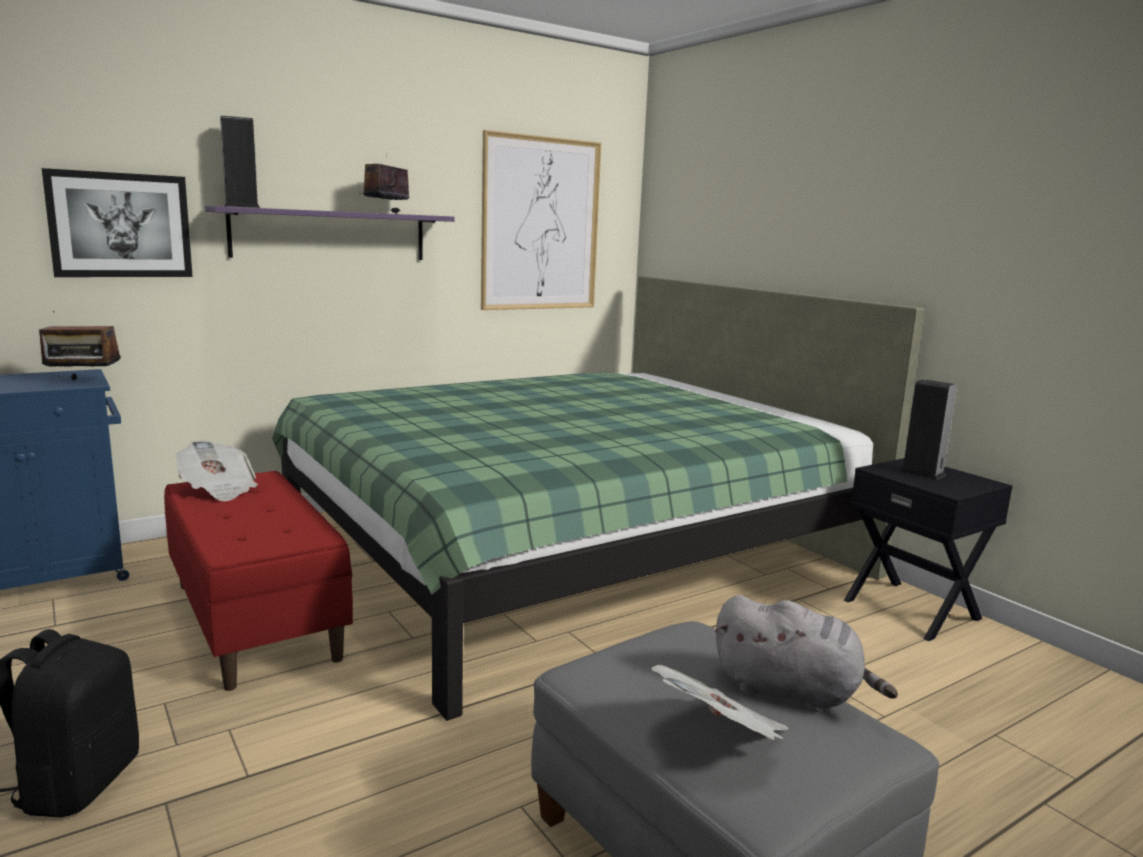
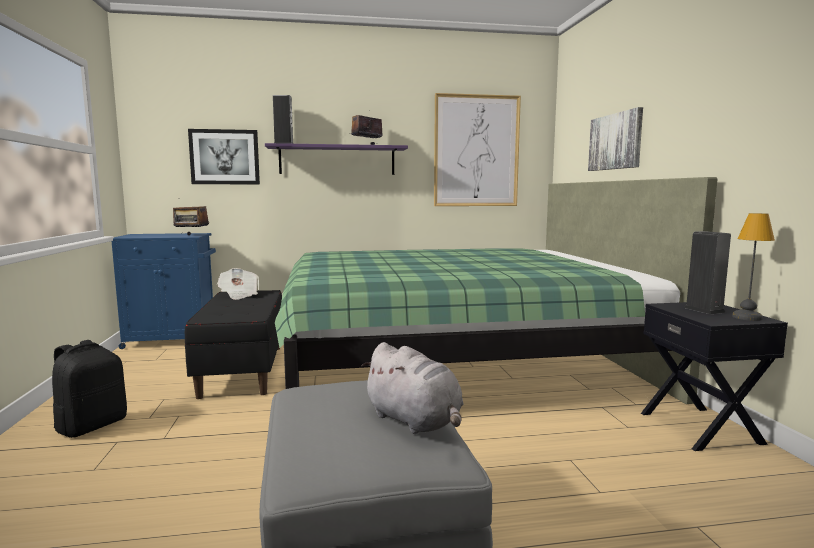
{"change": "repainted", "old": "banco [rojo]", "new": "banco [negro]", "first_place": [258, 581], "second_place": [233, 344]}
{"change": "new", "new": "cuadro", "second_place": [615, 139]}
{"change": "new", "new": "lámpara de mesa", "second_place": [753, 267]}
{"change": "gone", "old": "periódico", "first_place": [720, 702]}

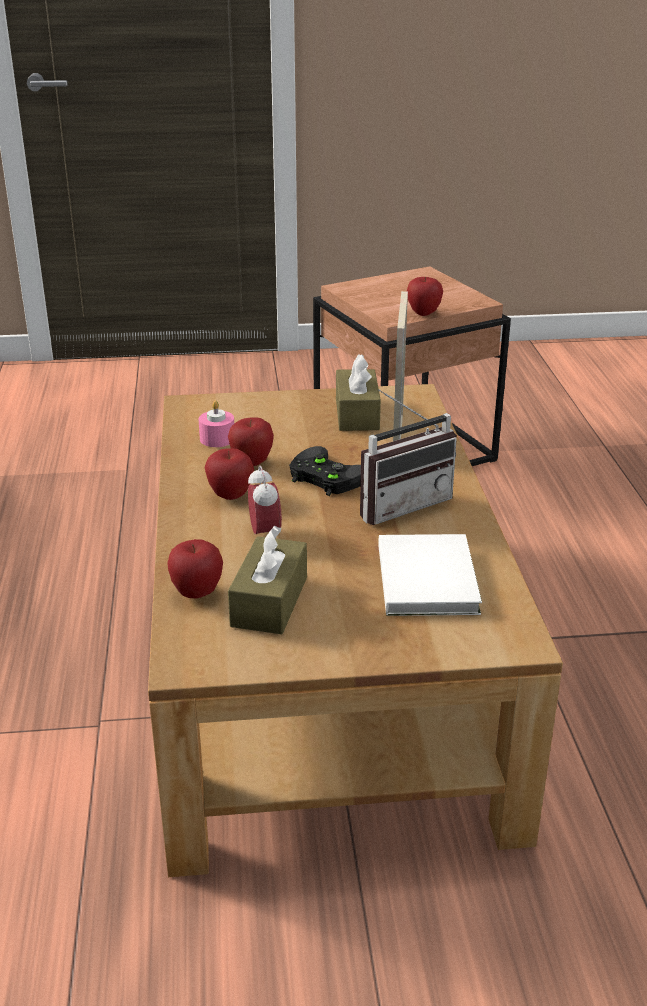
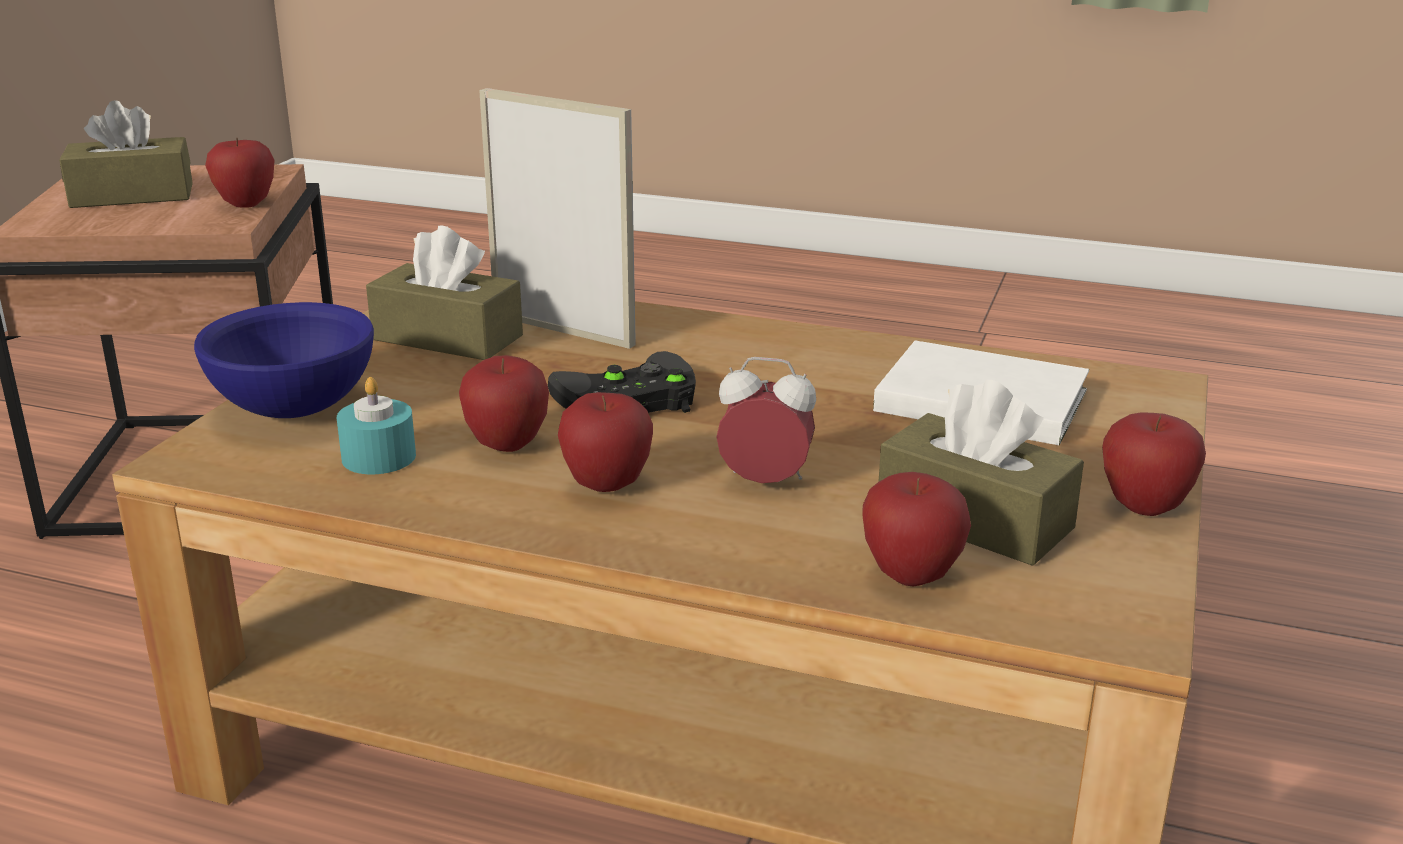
{"change": "new", "new": "caja de pañuelos [marrón]", "second_place": [126, 154]}
{"change": "new", "new": "cuenco [azul]", "second_place": [284, 360]}
{"change": "repainted", "old": "vela [rosa]", "new": "vela [turquesa]", "first_place": [216, 423], "second_place": [376, 425]}
{"change": "new", "new": "manzana", "second_place": [1154, 464]}
{"change": "gone", "old": "radio", "first_place": [408, 457]}

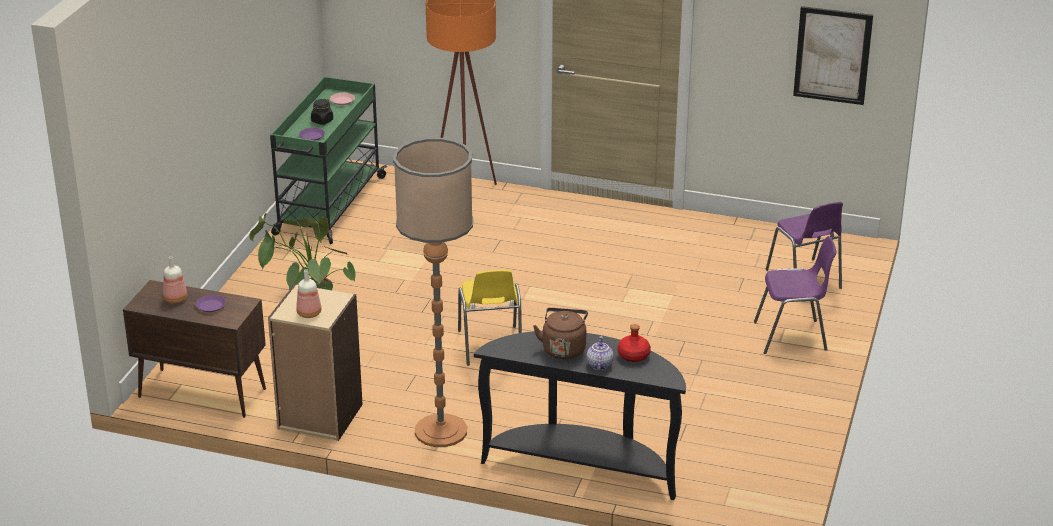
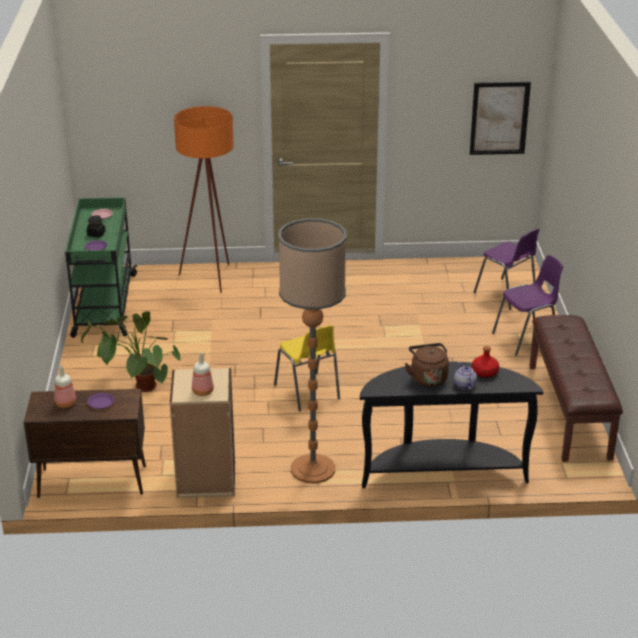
{"change": "new", "new": "banco [marrón]", "second_place": [576, 388]}

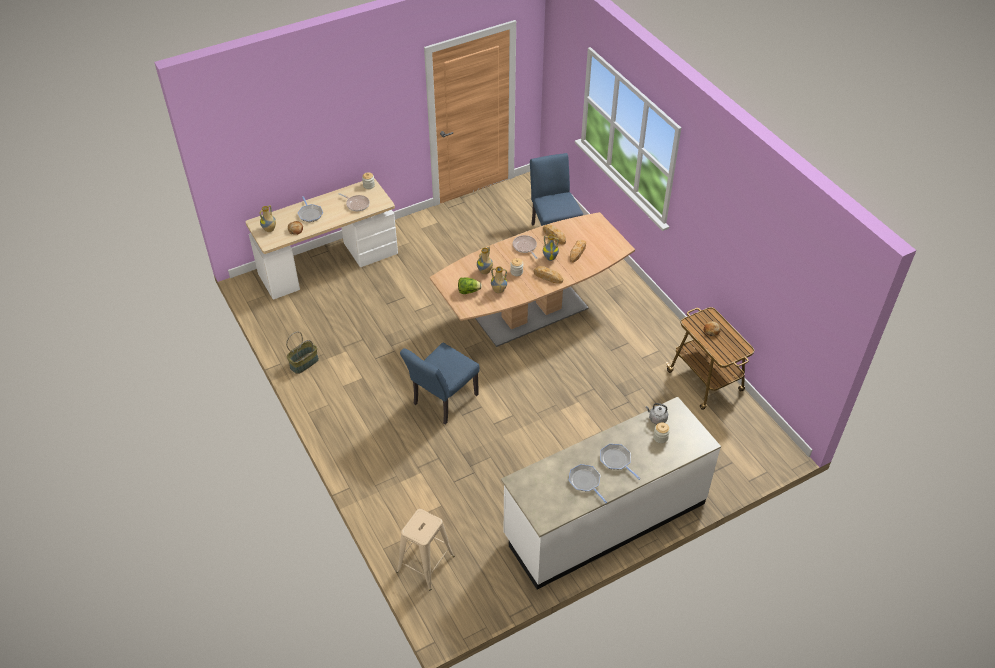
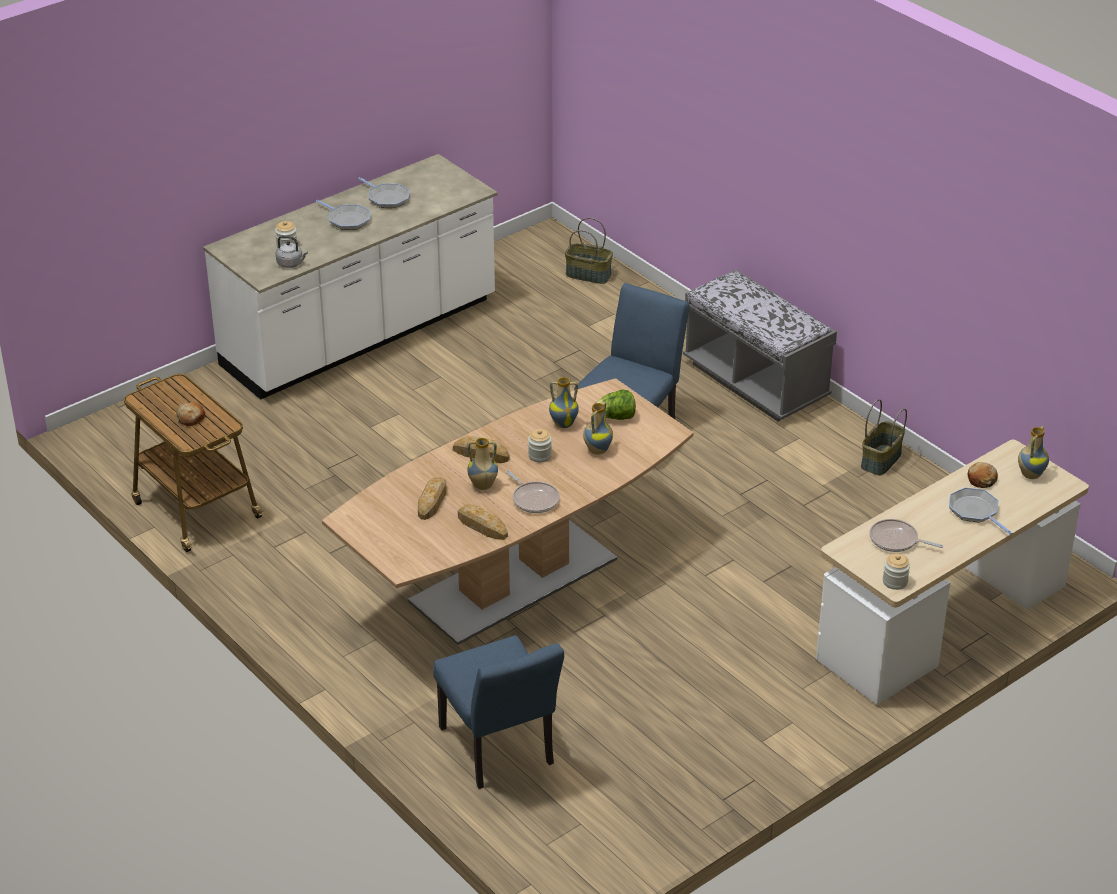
{"change": "swapped", "old": "taburete [beis]", "new": "cesta", "first_place": [425, 549], "second_place": [589, 251]}
{"change": "new", "new": "banco [gris]", "second_place": [760, 345]}

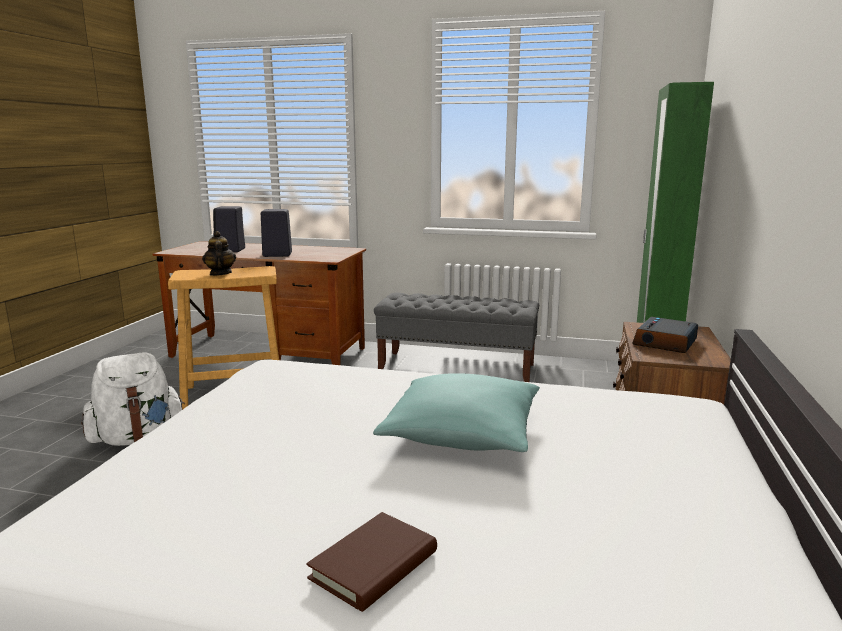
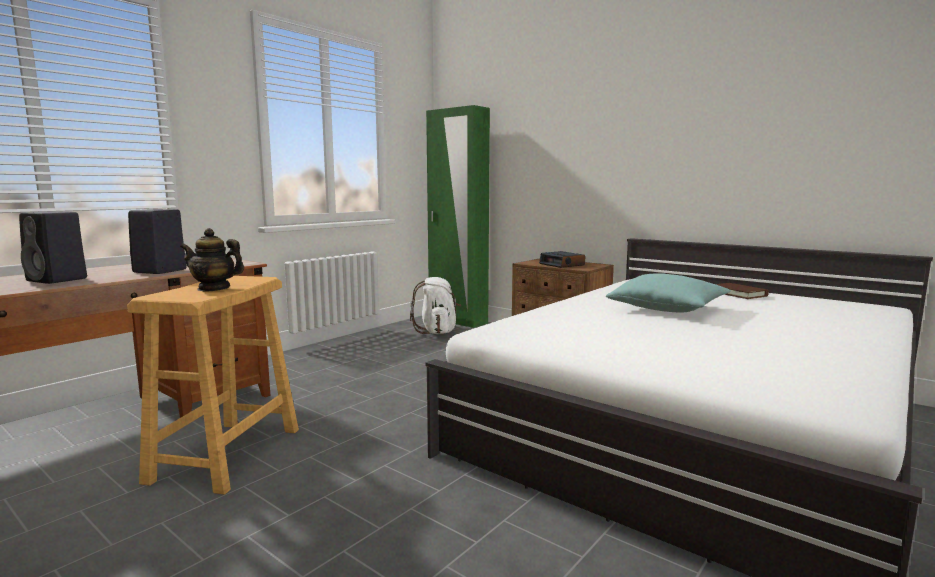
{"change": "shifted", "old": "mochila [blanco]", "first_place": [133, 399], "second_place": [435, 305]}
{"change": "shifted", "old": "libro [marrón]", "first_place": [371, 562], "second_place": [742, 291]}
{"change": "gone", "old": "banco [gris]", "first_place": [456, 337]}

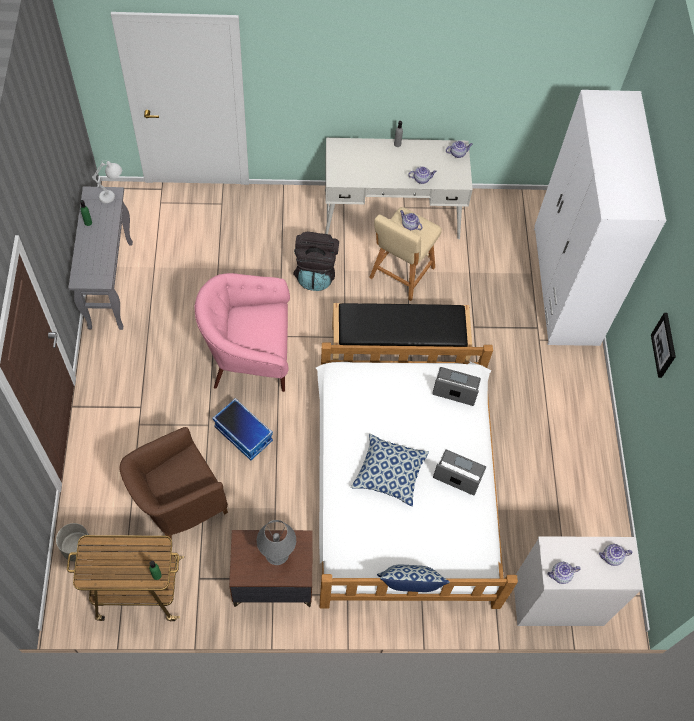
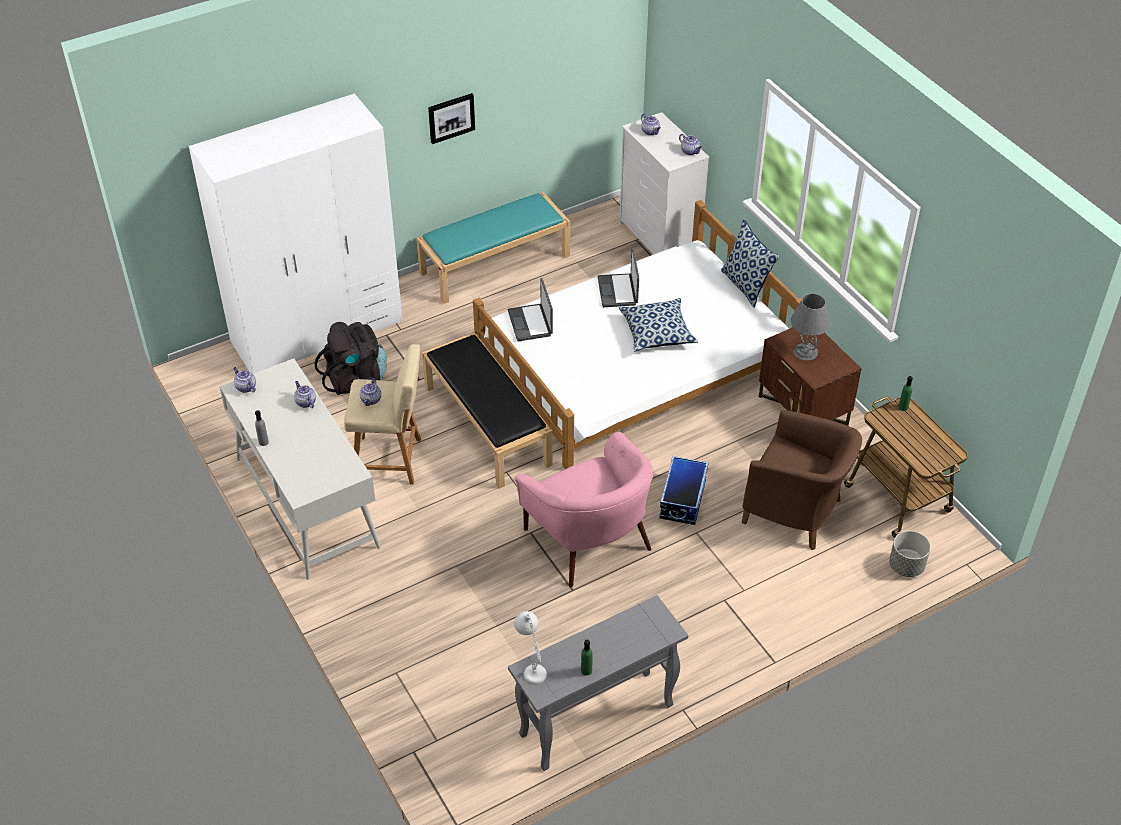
{"change": "shifted", "old": "mochila [negro]", "first_place": [316, 261], "second_place": [351, 358]}
{"change": "new", "new": "banco [turquesa]", "second_place": [493, 248]}

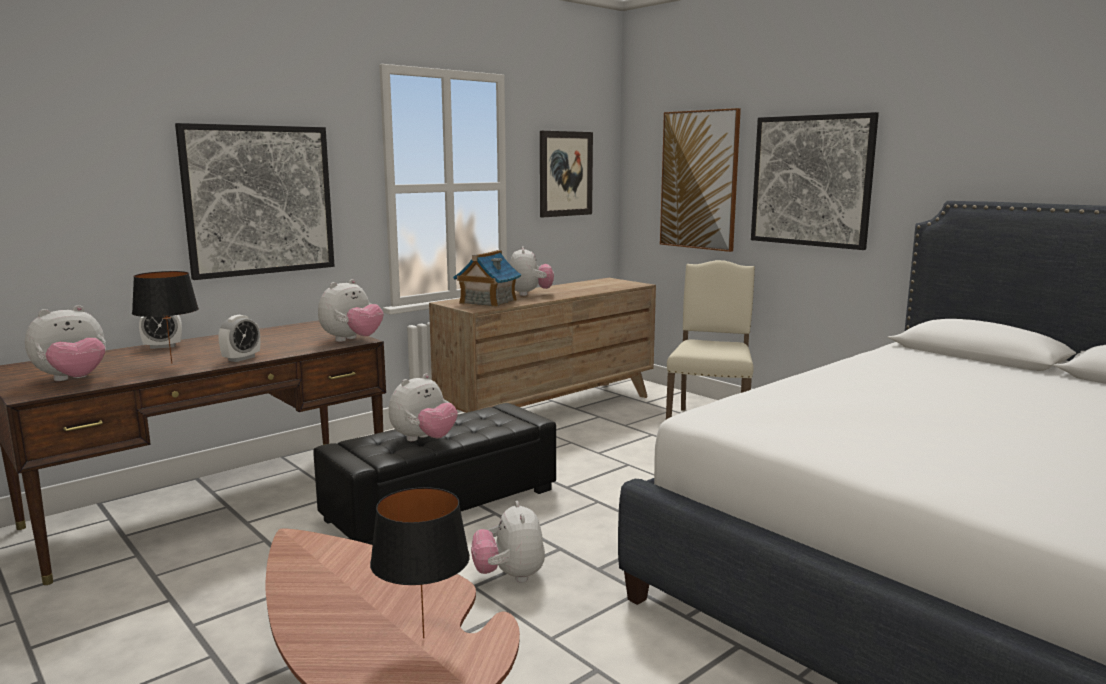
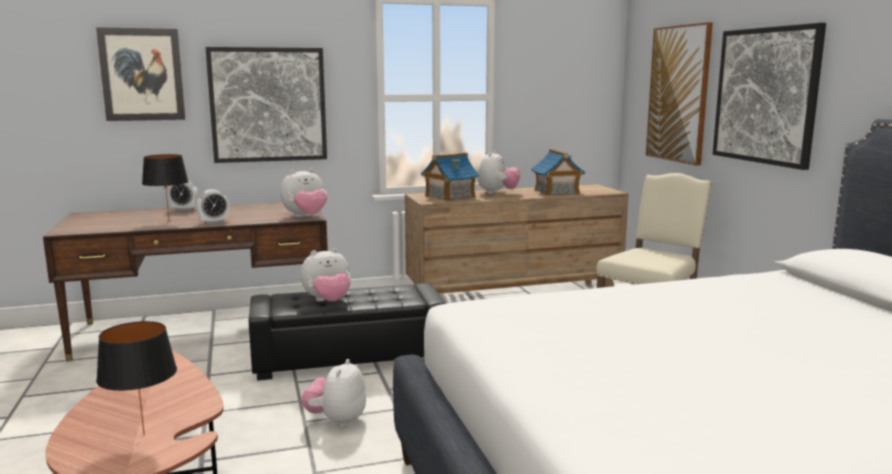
{"change": "shifted", "old": "cuadro", "first_place": [566, 174], "second_place": [140, 74]}
{"change": "new", "new": "casita", "second_place": [558, 172]}
{"change": "gone", "old": "peluche", "first_place": [65, 343]}

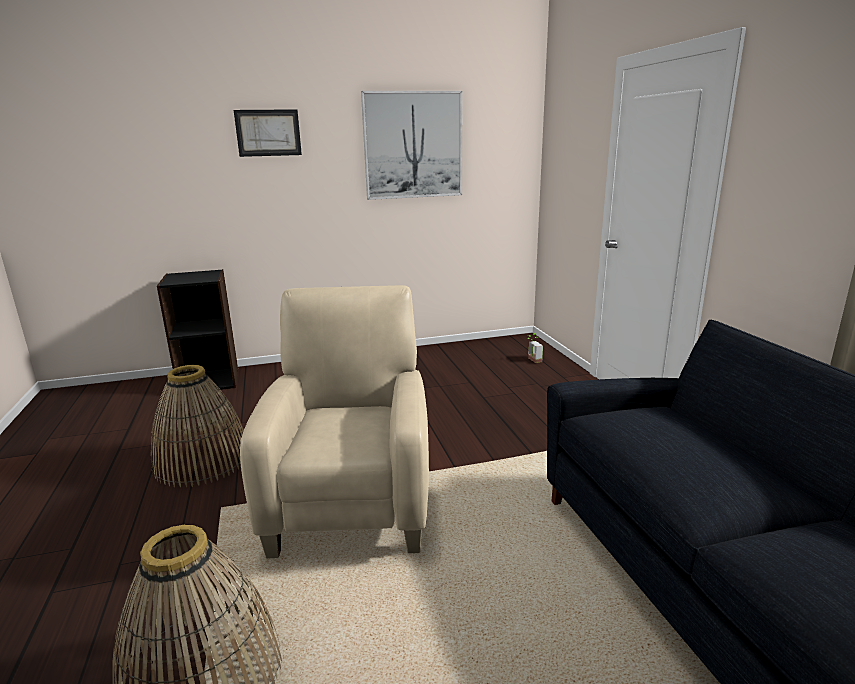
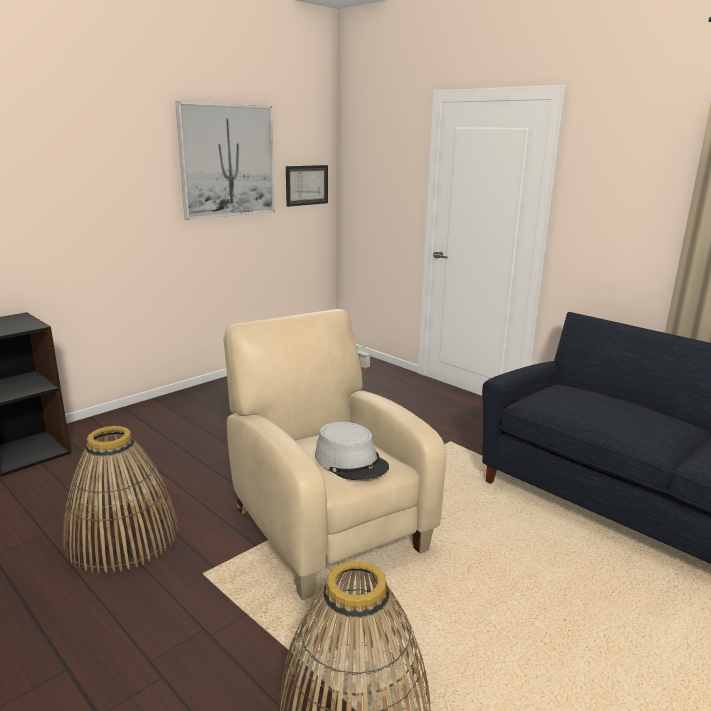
{"change": "shifted", "old": "cuadro", "first_place": [268, 133], "second_place": [307, 186]}
{"change": "new", "new": "sombrero [gris]", "second_place": [352, 451]}

